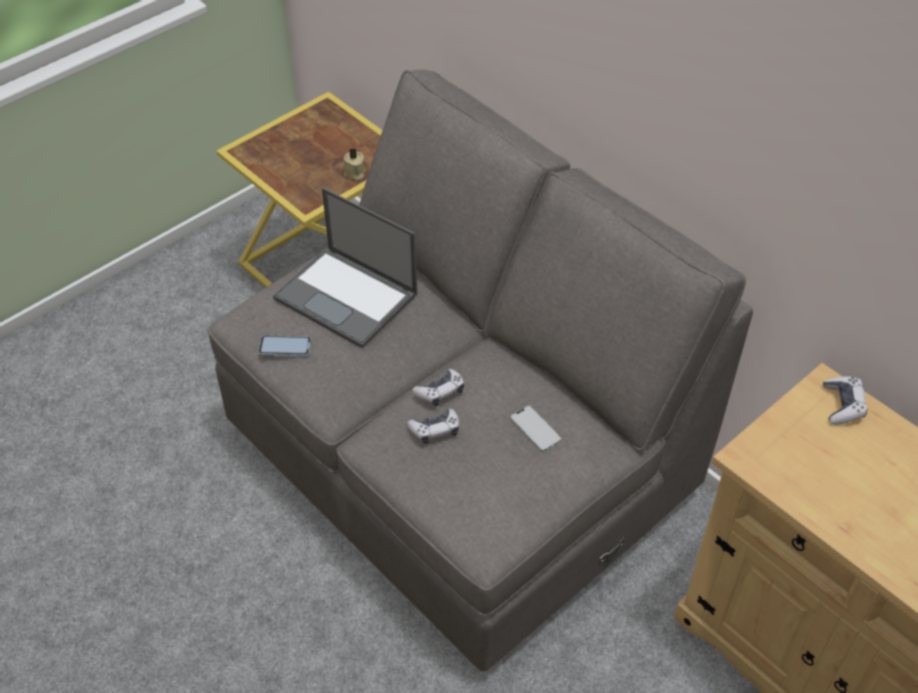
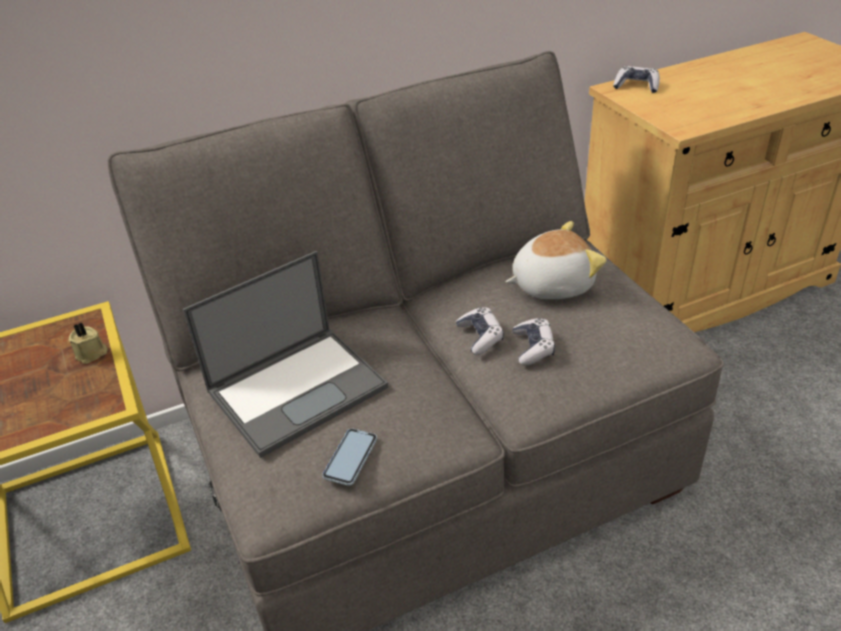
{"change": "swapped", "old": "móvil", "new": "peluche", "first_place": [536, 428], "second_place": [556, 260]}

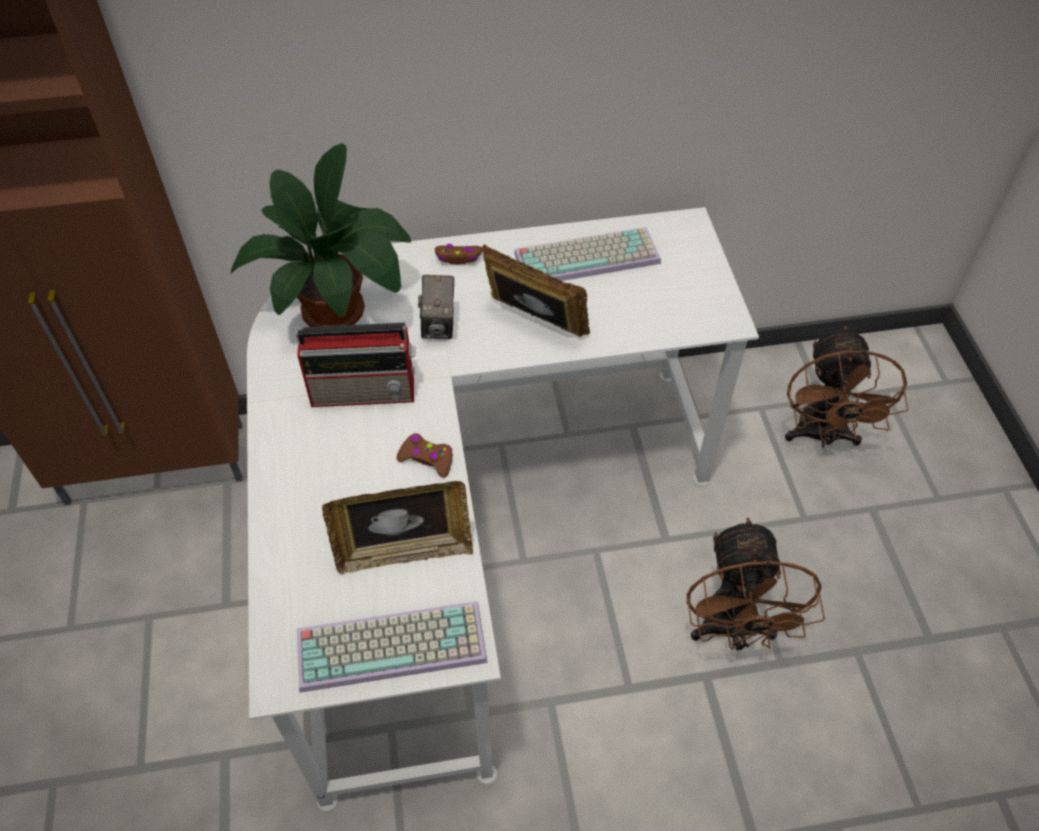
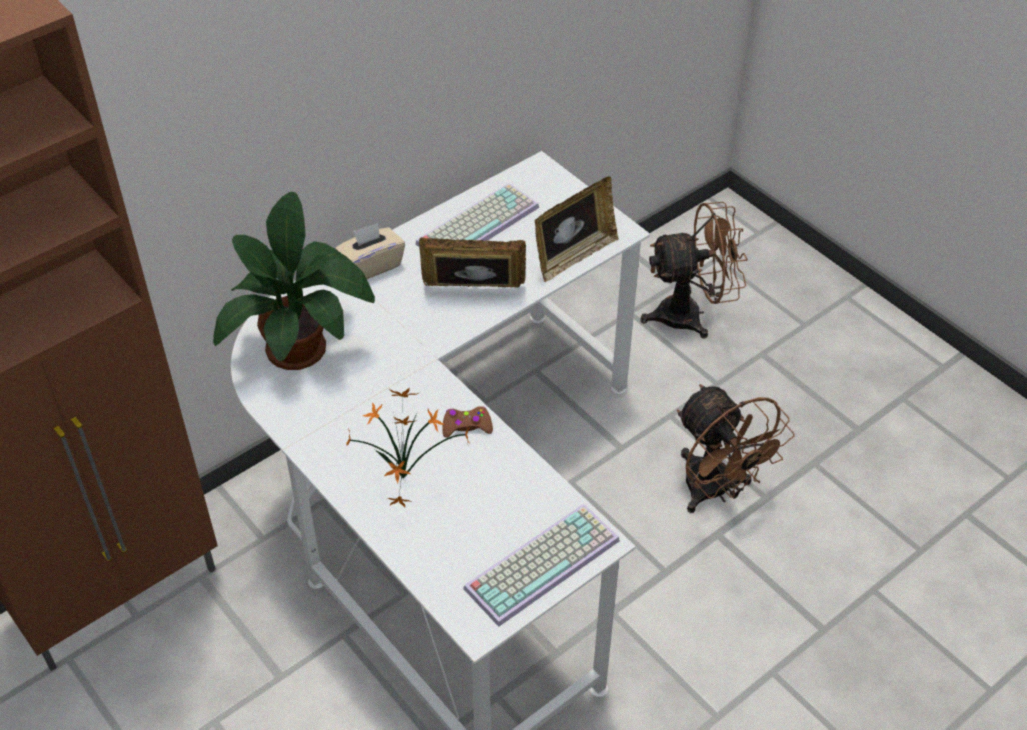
{"change": "swapped", "old": "mando de consola [marrón]", "new": "caja de pañuelos [beis]", "first_place": [459, 254], "second_place": [370, 251]}
{"change": "new", "new": "planta en maceta", "second_place": [408, 447]}
{"change": "shifted", "old": "portarretratos", "first_place": [397, 527], "second_place": [577, 229]}
{"change": "rotated", "old": "ventilador [marrón]", "first_place": [846, 387], "second_place": [694, 270], "degrees": -75}
{"change": "gone", "old": "radio", "first_place": [355, 365]}
{"change": "gone", "old": "cámara", "first_place": [436, 307]}

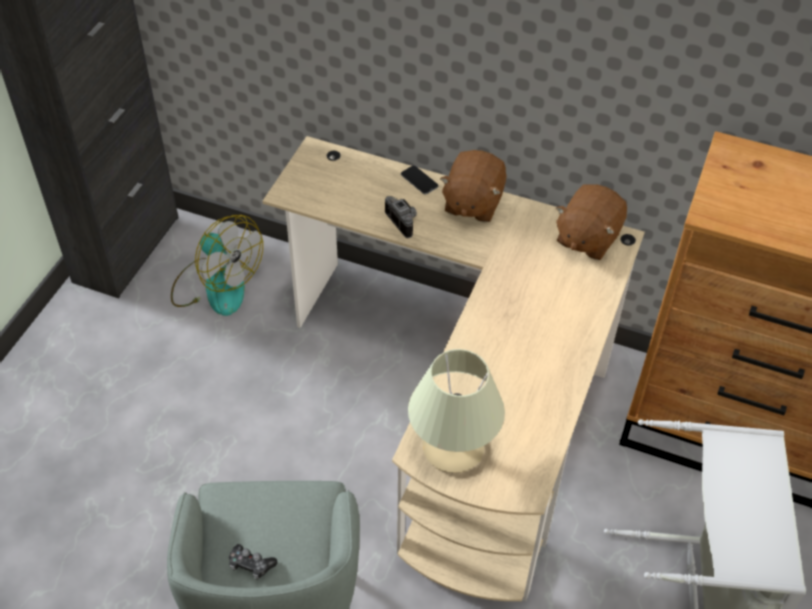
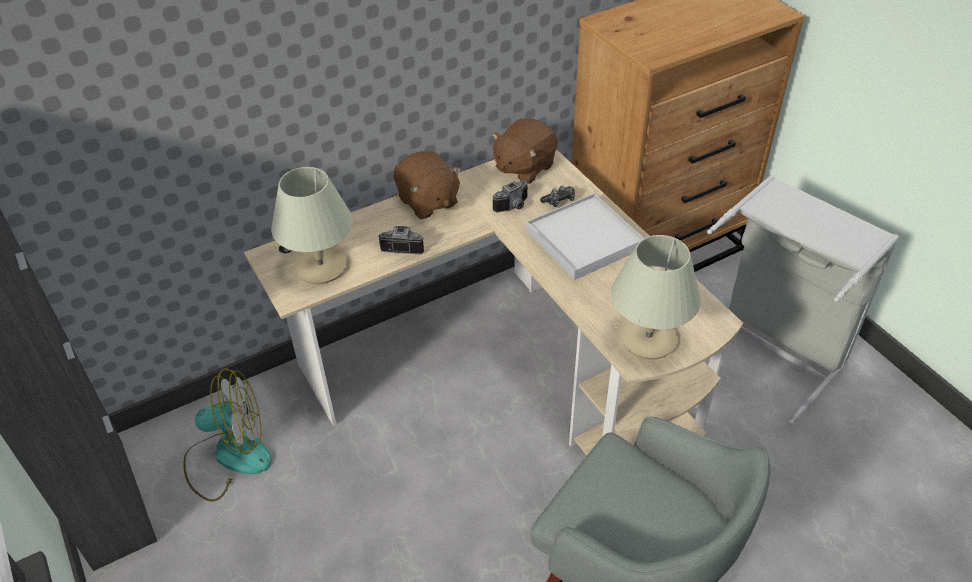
{"change": "new", "new": "lámpara de mesa [beis]", "second_place": [312, 225]}
{"change": "rotated", "old": "peluche [marrón]", "first_place": [591, 222], "second_place": [524, 151], "degrees": 60}
{"change": "new", "new": "cámara", "second_place": [510, 196]}
{"change": "new", "new": "bandeja [blanco]", "second_place": [585, 236]}
{"change": "shifted", "old": "mando de consola", "first_place": [253, 561], "second_place": [557, 196]}
{"change": "gone", "old": "móvil", "first_place": [419, 180]}

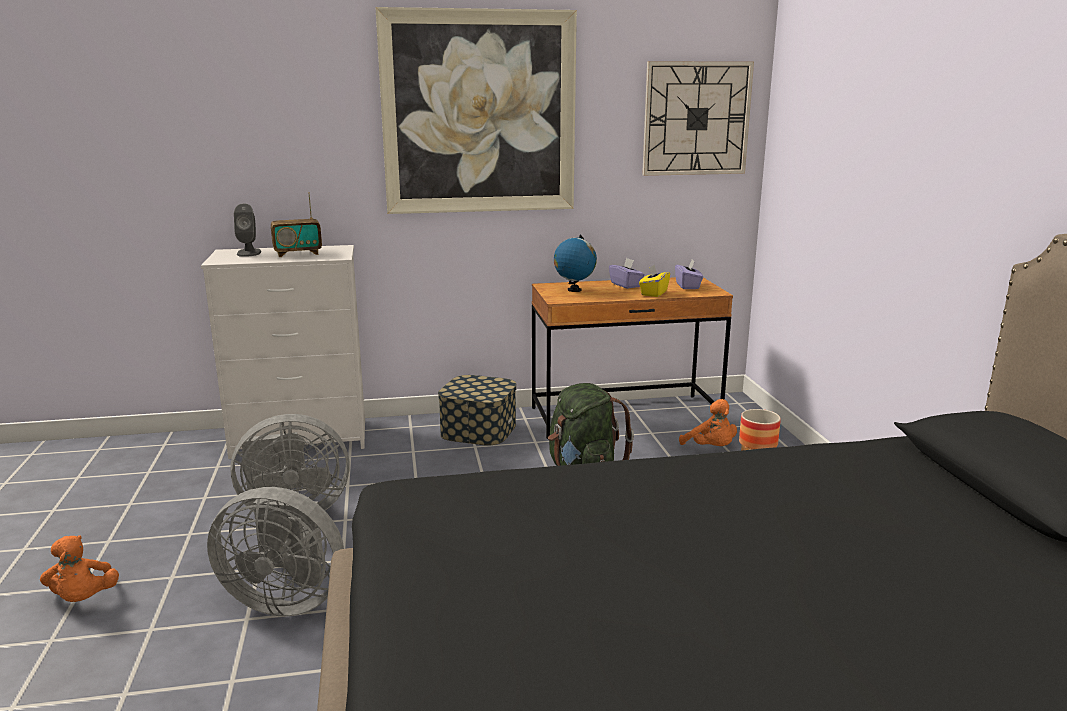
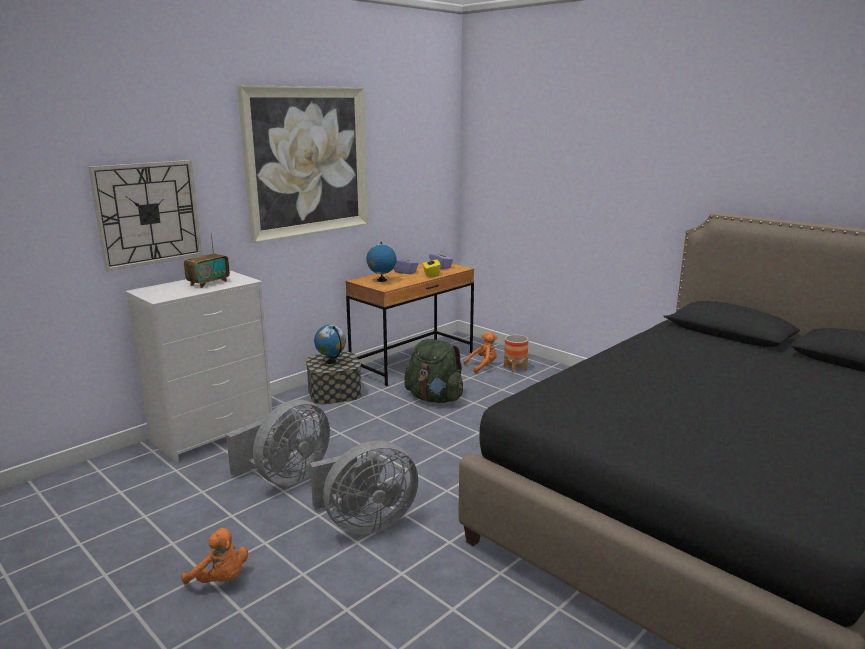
{"change": "shifted", "old": "reloj de pared", "first_place": [698, 118], "second_place": [145, 215]}
{"change": "new", "new": "globo terráqueo", "second_place": [330, 344]}
{"change": "rotated", "old": "peluche [naranja]", "first_place": [708, 422], "second_place": [480, 352], "degrees": -45}
{"change": "gone", "old": "altavoz [gris]", "first_place": [247, 230]}

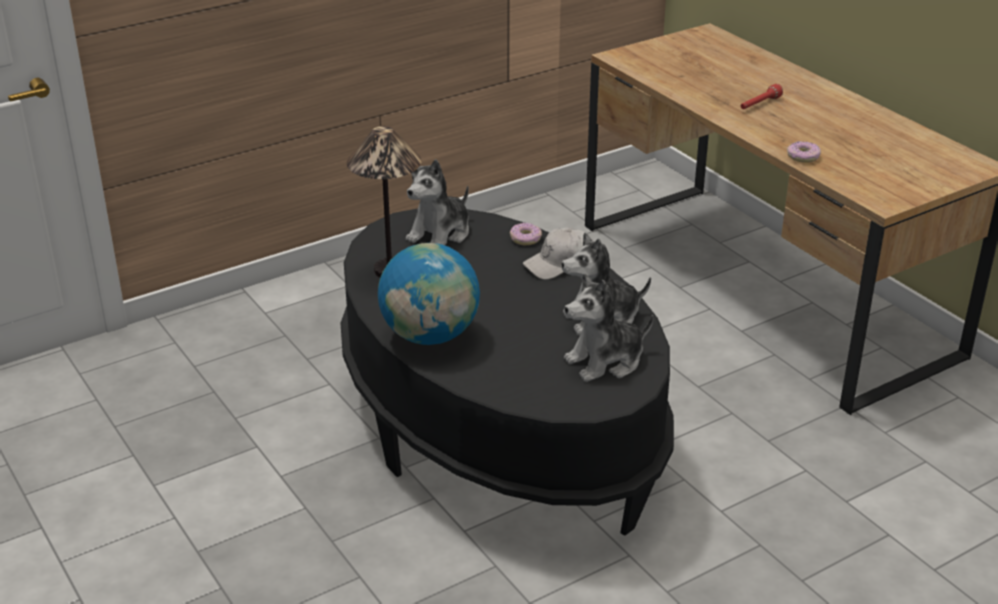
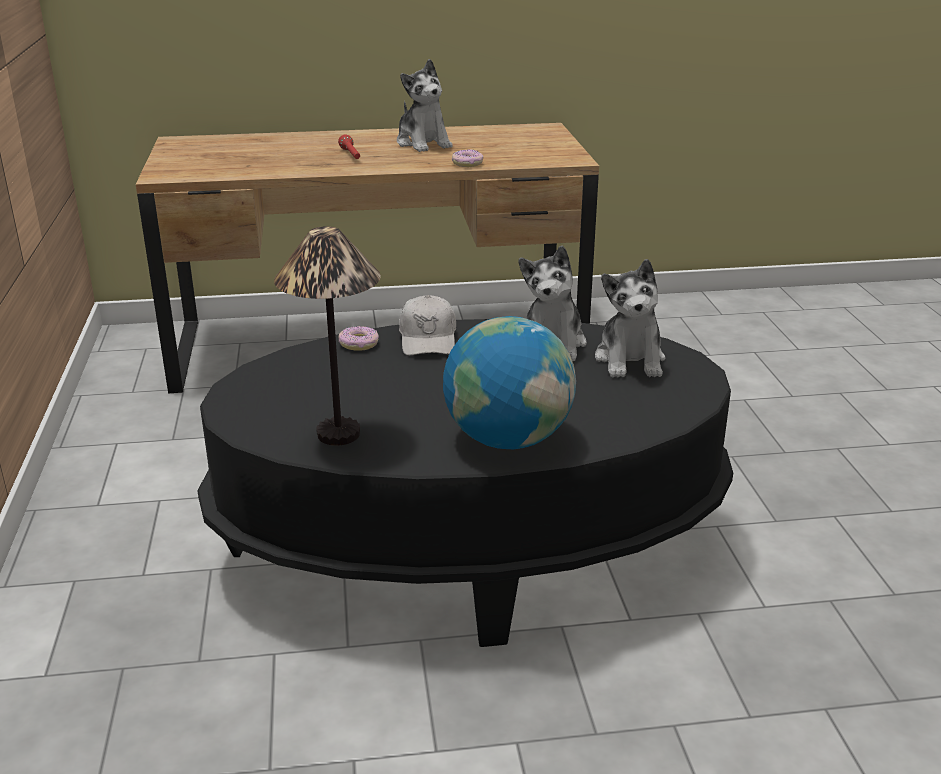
{"change": "shifted", "old": "peluche", "first_place": [437, 202], "second_place": [425, 105]}

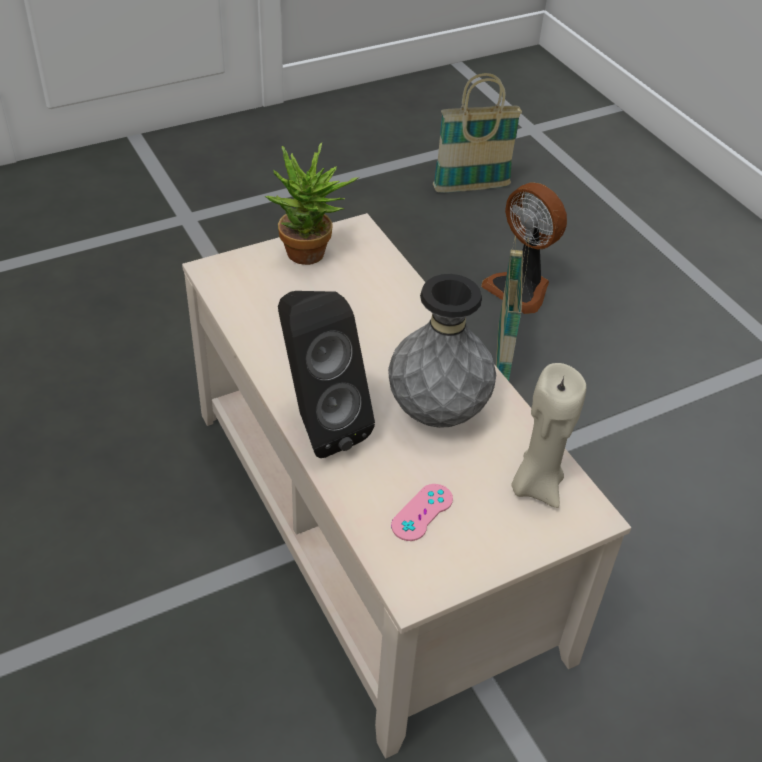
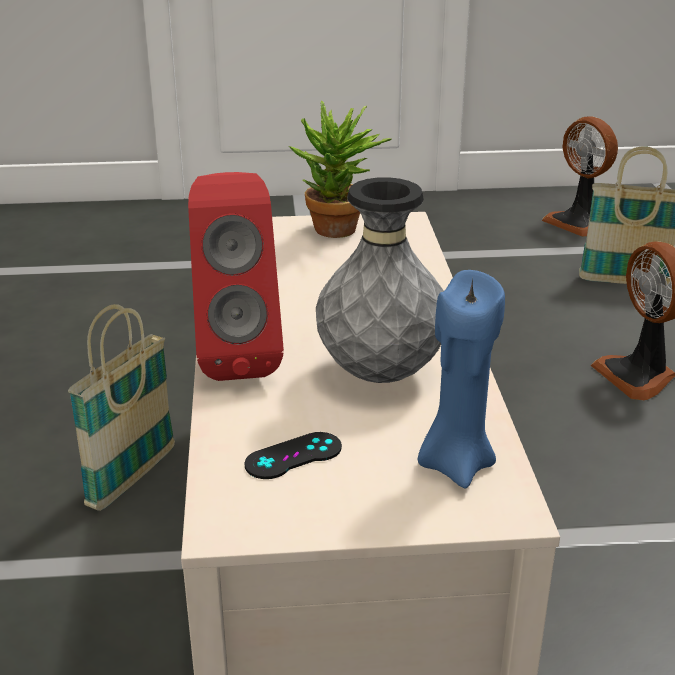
{"change": "shifted", "old": "cesta", "first_place": [512, 308], "second_place": [121, 407]}
{"change": "repainted", "old": "altavoz [negro]", "new": "altavoz [rojo]", "first_place": [326, 374], "second_place": [236, 276]}
{"change": "repainted", "old": "mando de consola [rosa]", "new": "mando de consola [negro]", "first_place": [422, 512], "second_place": [293, 455]}
{"change": "repainted", "old": "vela [beis]", "new": "vela [azul]", "first_place": [548, 435], "second_place": [461, 379]}
{"change": "new", "new": "ventilador", "second_place": [580, 177]}

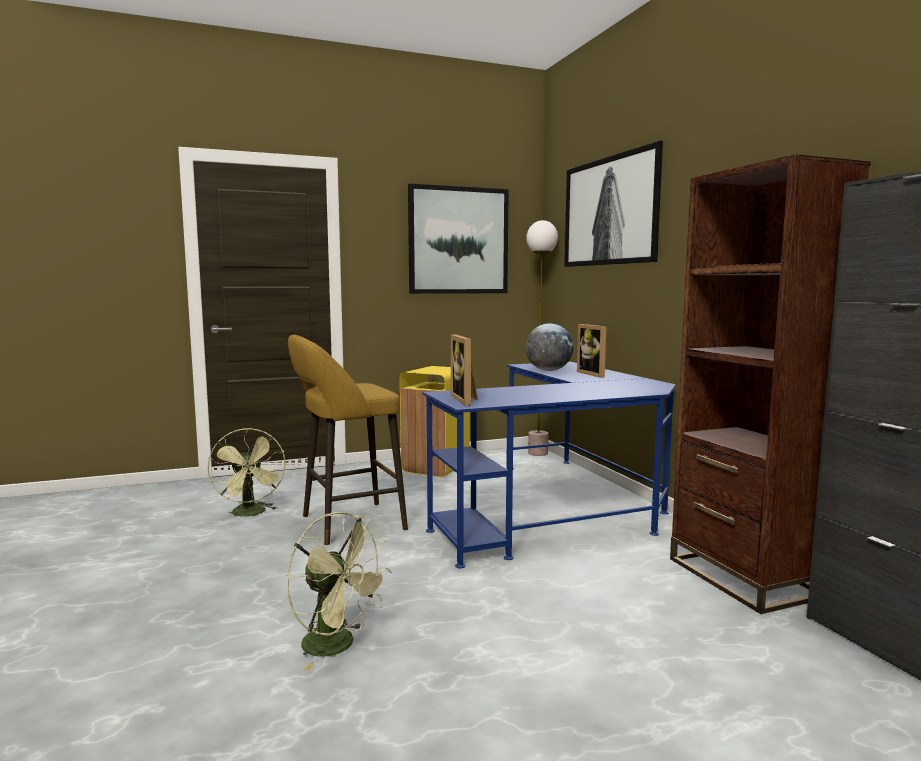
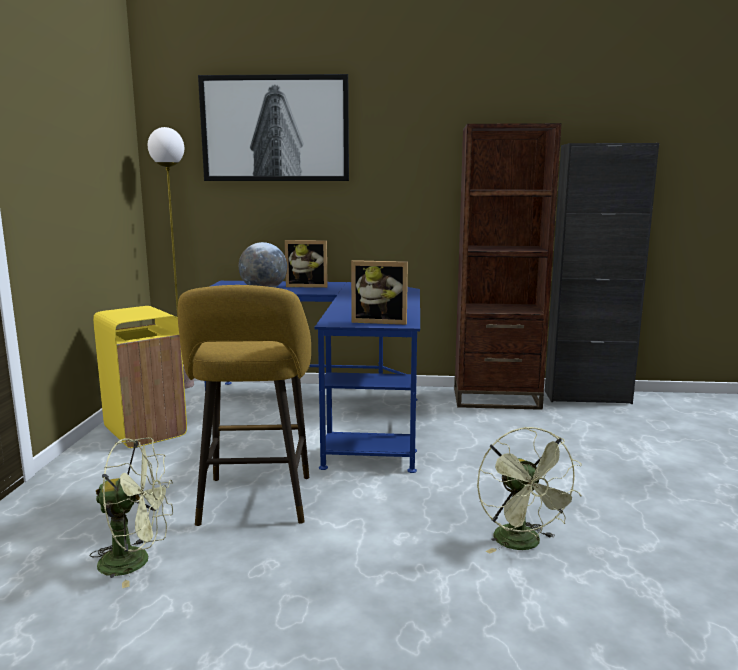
{"change": "rotated", "old": "ventilador [verde]", "first_place": [338, 591], "second_place": [529, 490], "degrees": 105}
{"change": "gone", "old": "cuadro", "first_place": [458, 239]}

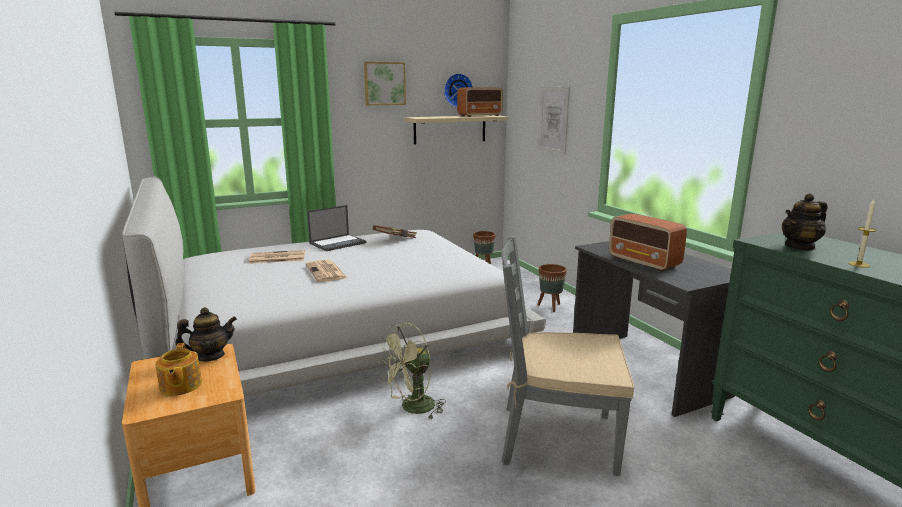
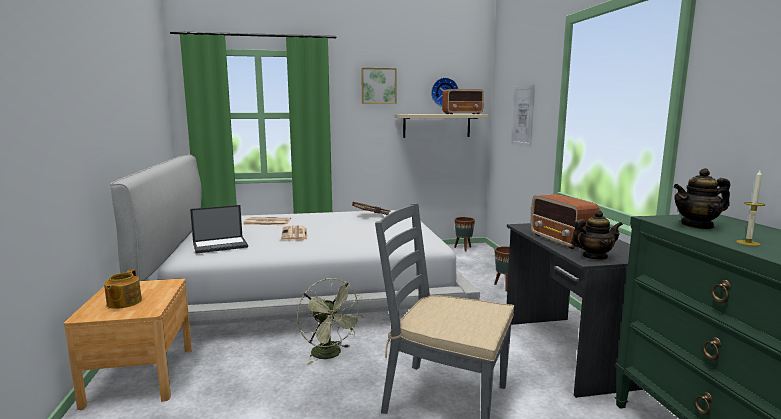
{"change": "shifted", "old": "portátil", "first_place": [337, 228], "second_place": [219, 229]}
{"change": "rotated", "old": "ventilador [verde]", "first_place": [412, 371], "second_place": [330, 321], "degrees": -105}
{"change": "shifted", "old": "tetera", "first_place": [206, 334], "second_place": [597, 235]}

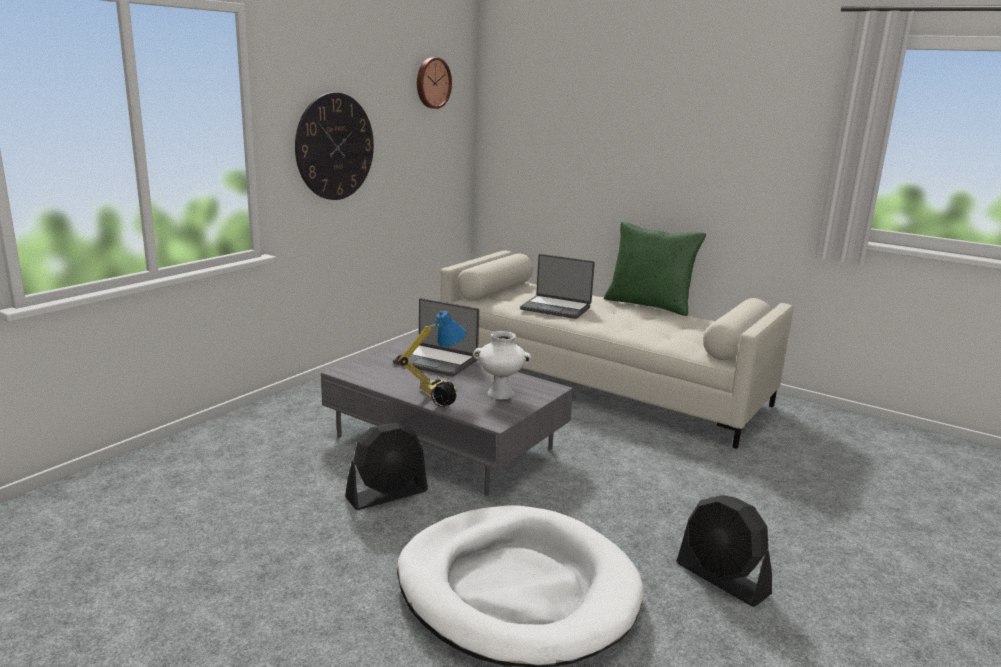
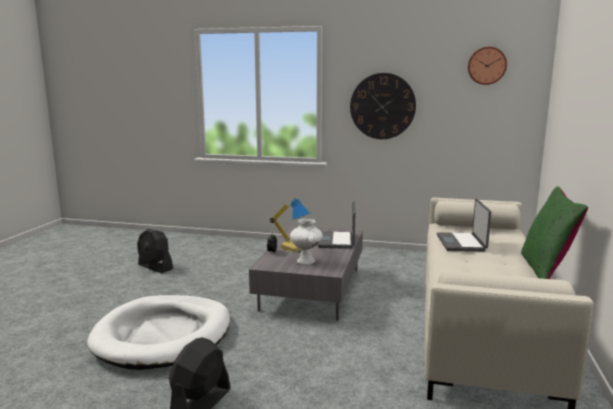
{"change": "shifted", "old": "ventilador [negro]", "first_place": [386, 466], "second_place": [155, 250]}

